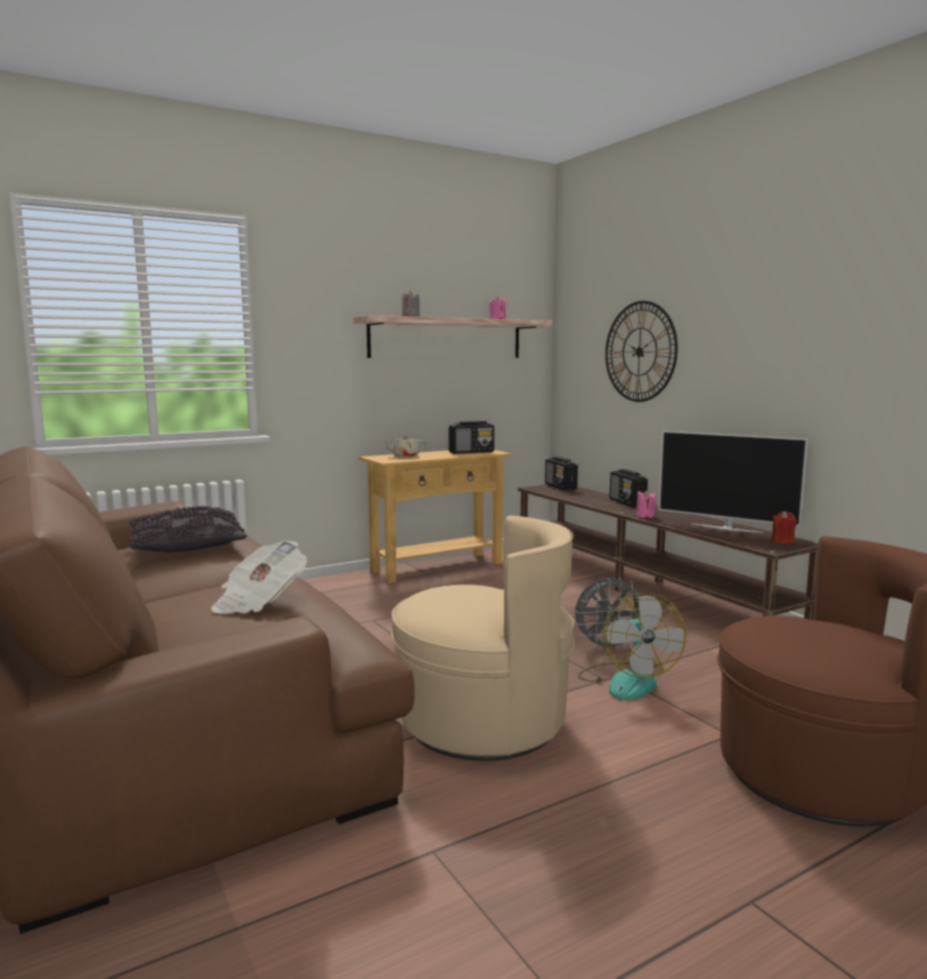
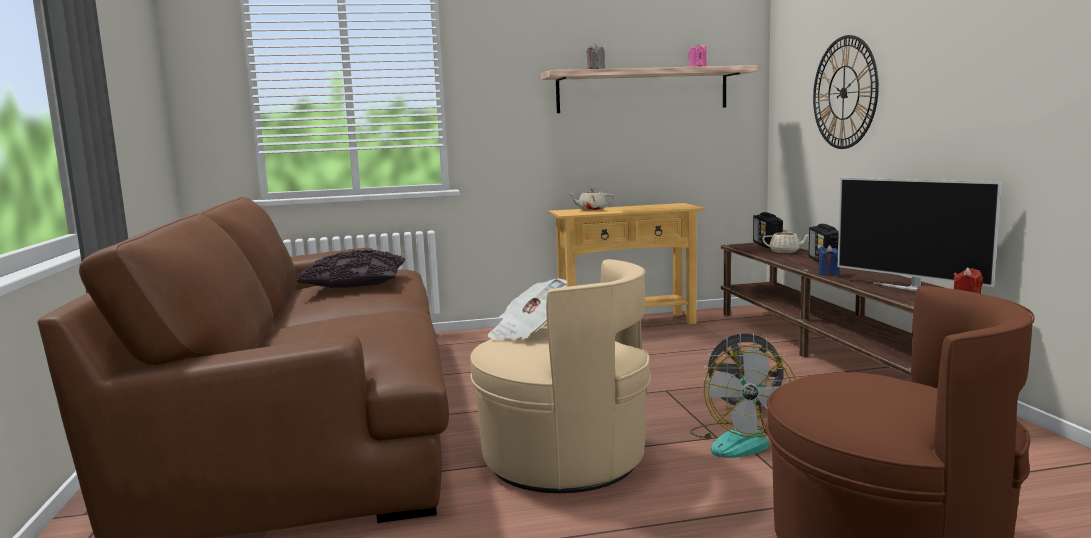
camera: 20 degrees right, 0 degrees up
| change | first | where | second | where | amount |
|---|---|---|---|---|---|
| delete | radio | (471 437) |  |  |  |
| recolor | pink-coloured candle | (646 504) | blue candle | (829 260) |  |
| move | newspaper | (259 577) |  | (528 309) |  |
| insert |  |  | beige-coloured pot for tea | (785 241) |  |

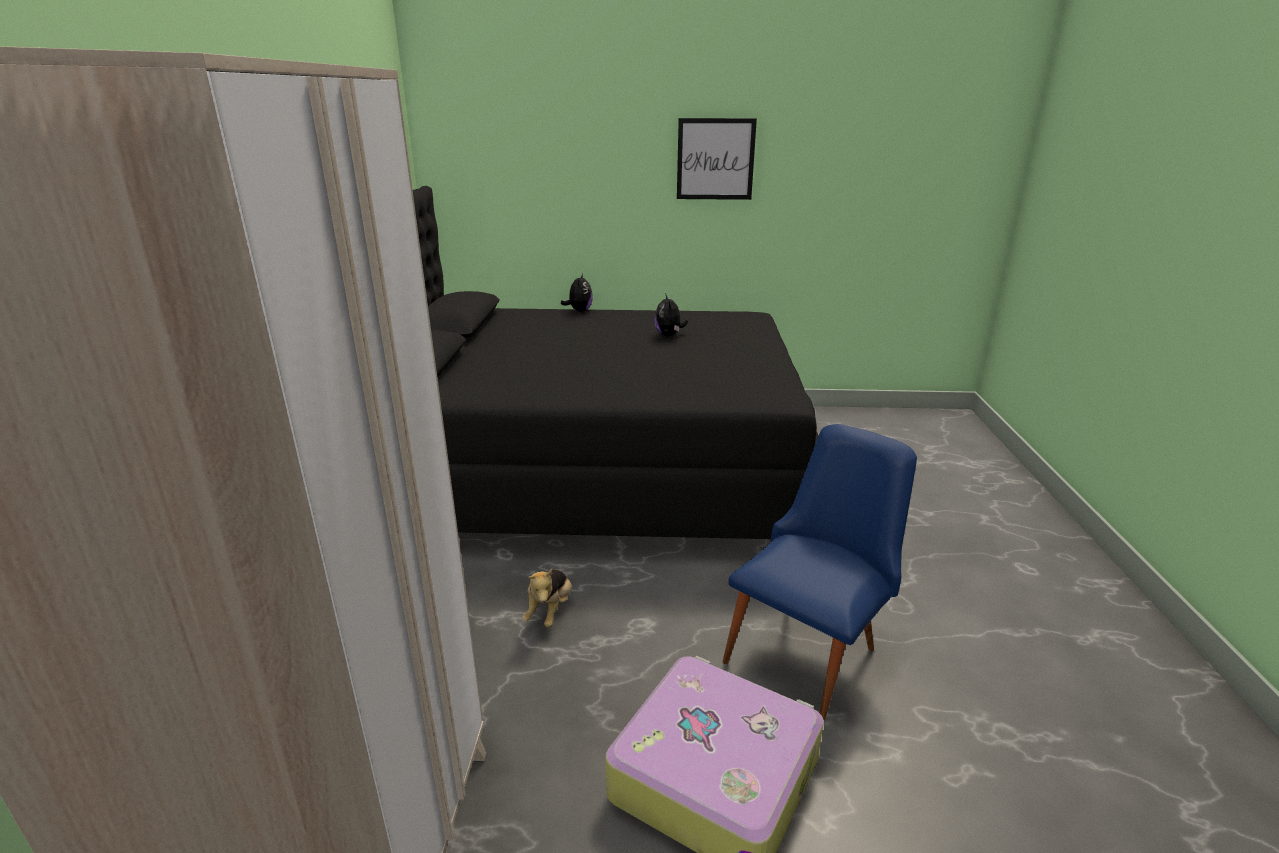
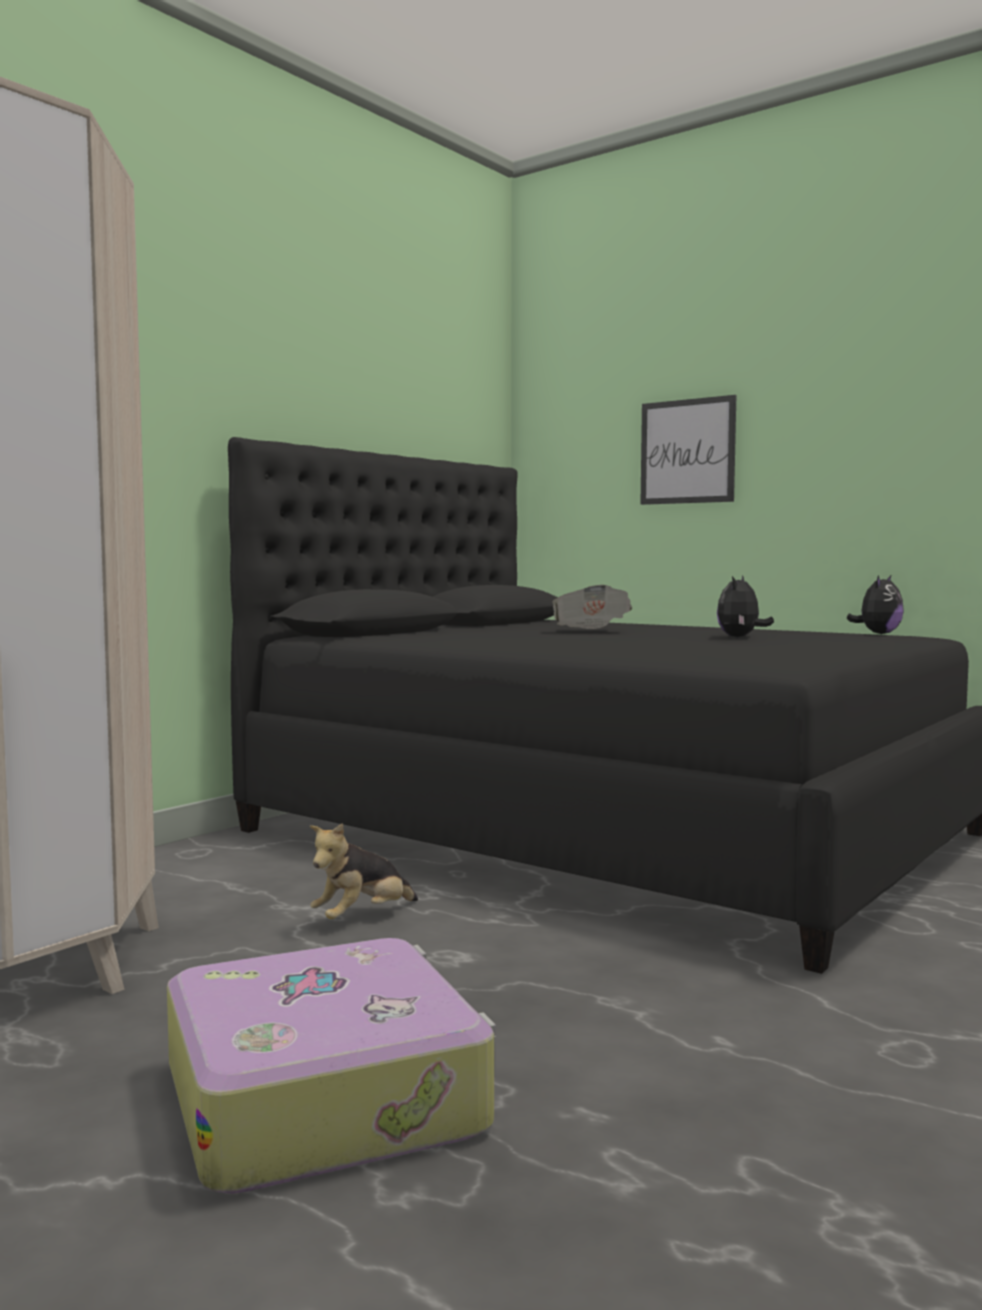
camera: 35 degrees right, 20 degrees down
| change | first | where | second | where | amount |
|---|---|---|---|---|---|
| move | wall art | (717 159) |  | (688 450) |  |
| move | cuddly toy | (577 293) |  | (875 604) |  |
| delete | blue chair | (820 572) |  |  |  |
| insert |  |  | newspaper | (592 607) |  |

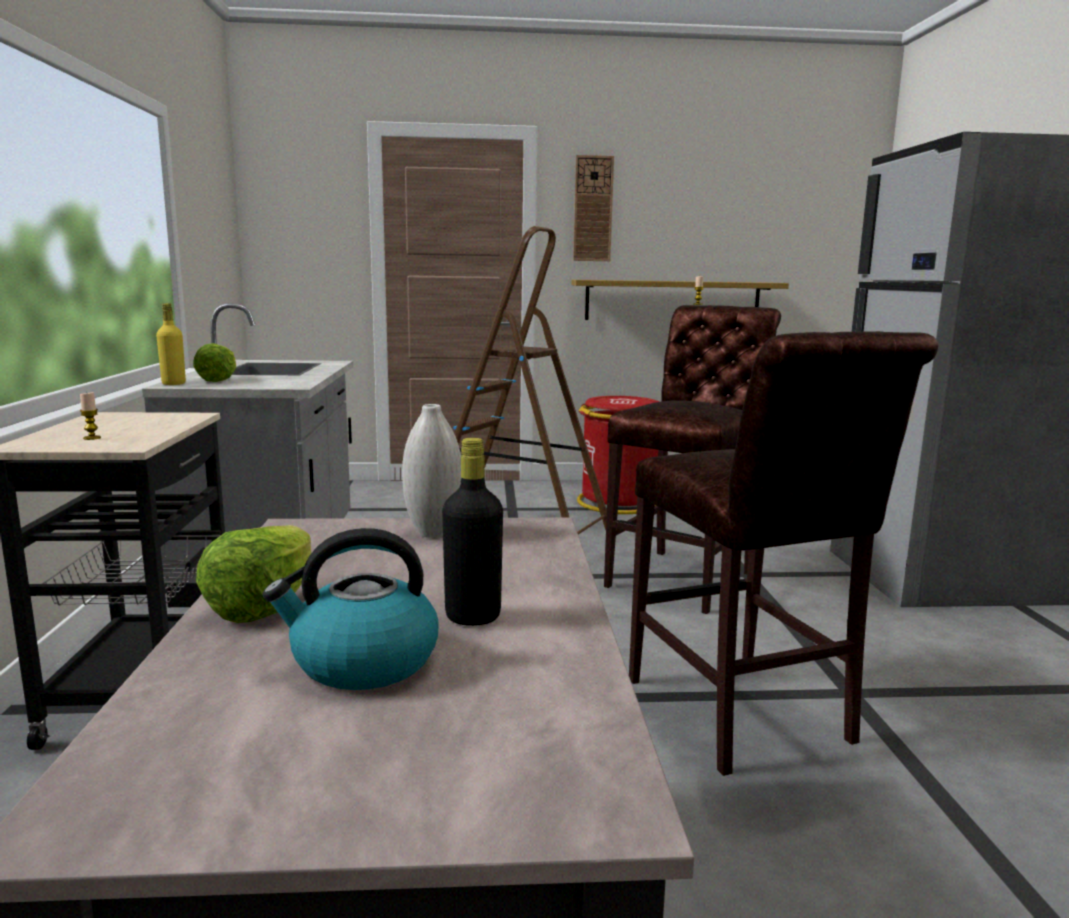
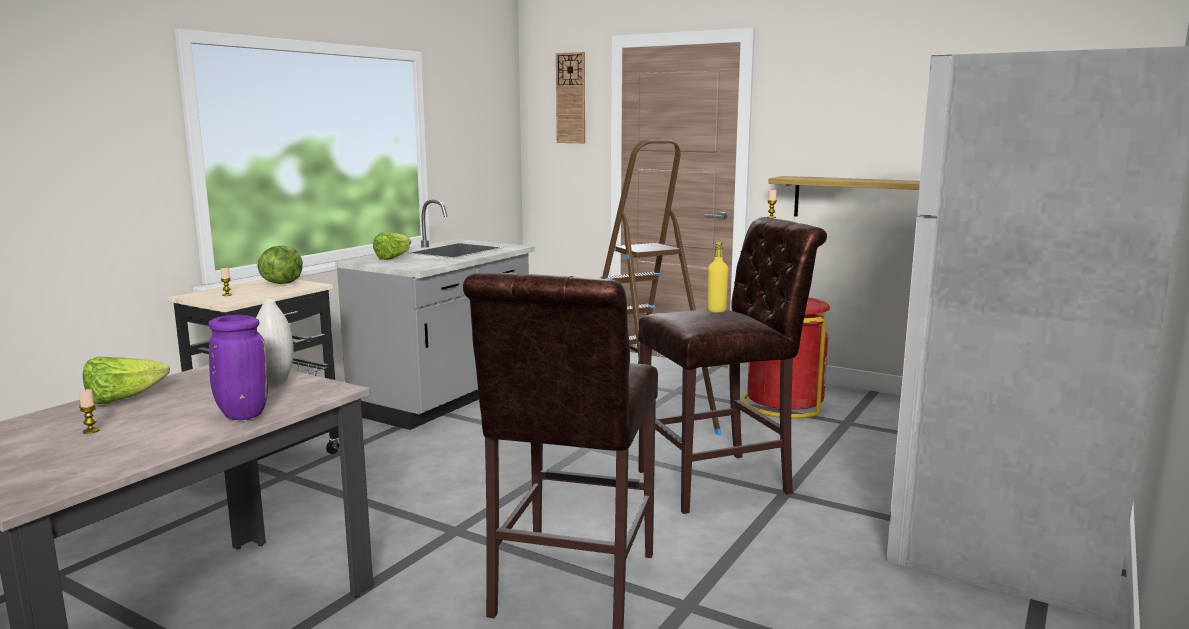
camera: 35 degrees right, 0 degrees up
| change | first | where | second | where | amount |
|---|---|---|---|---|---|
| move | hanging clock | (593 208) |  | (570 97) |  |
| move | yellowish beverage bottle | (171 344) |  | (718 277) |  |
| delete | blackish beverage bottle | (472 532) |  |  |  |
| replace | tea kettle | (351 609) | candle | (89 411) |  |
| insert |  |  | lettuce head | (280 265) |  |
| insert |  |  | purplish flower vase | (238 367) |  |

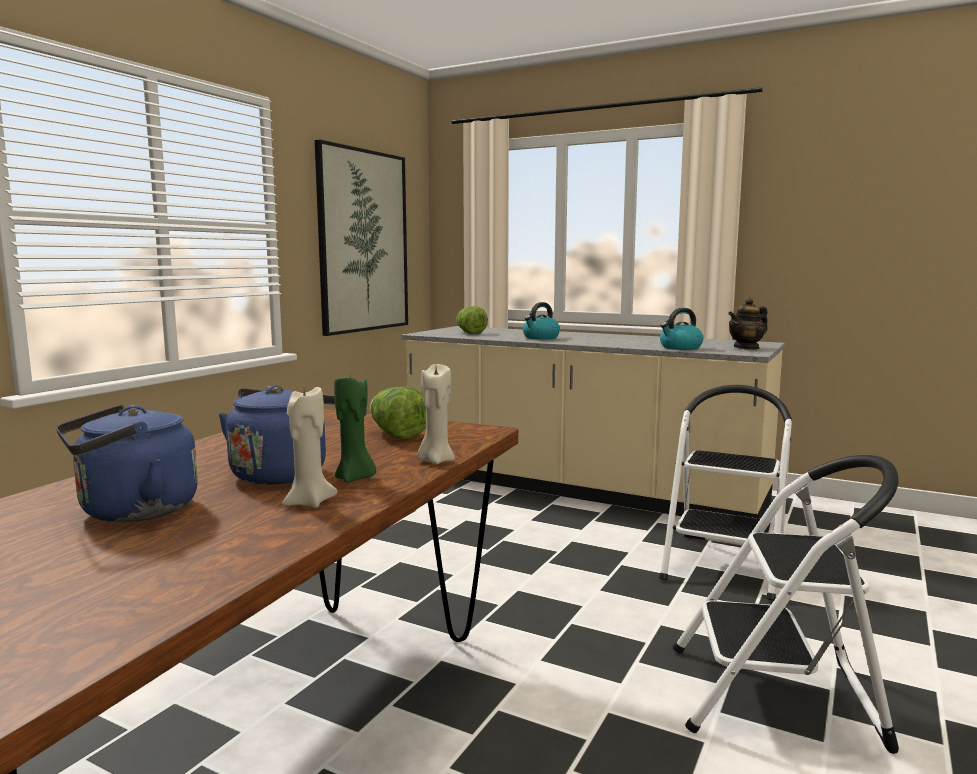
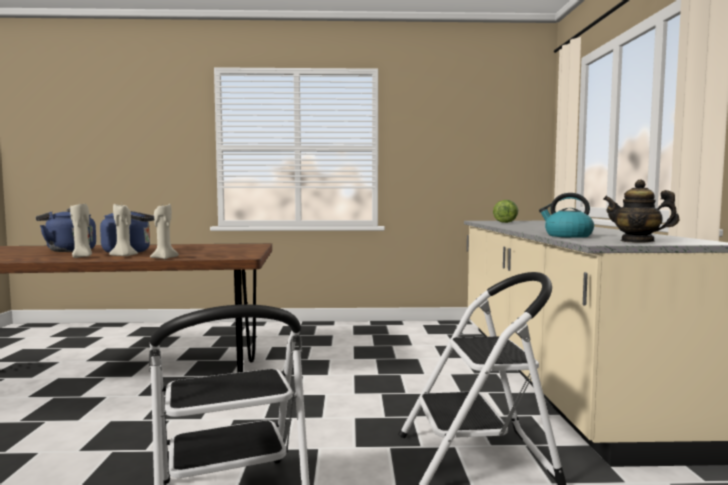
camera: 60 degrees right, 5 degrees down
| change | first | where | second | where | amount |
|---|---|---|---|---|---|
| delete | wall art | (361 237) |  |  |  |
| delete | tea kettle | (541 321) |  |  |  |
| recolor | greenish candle | (355 428) | beige-coloured candle | (123 230) |  |
| delete | lettuce head | (398 413) |  |  |  |

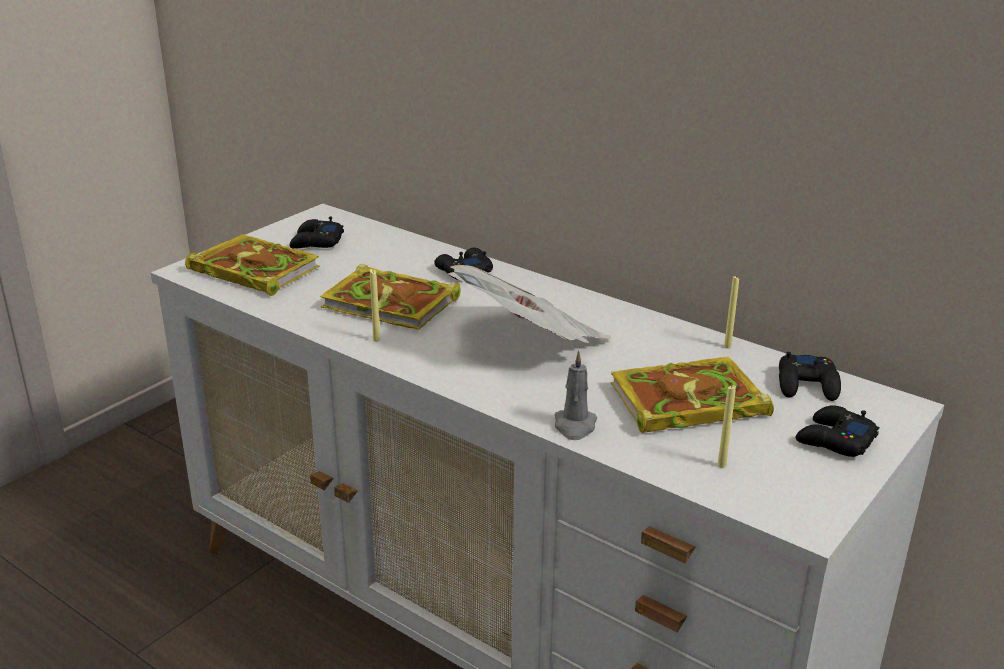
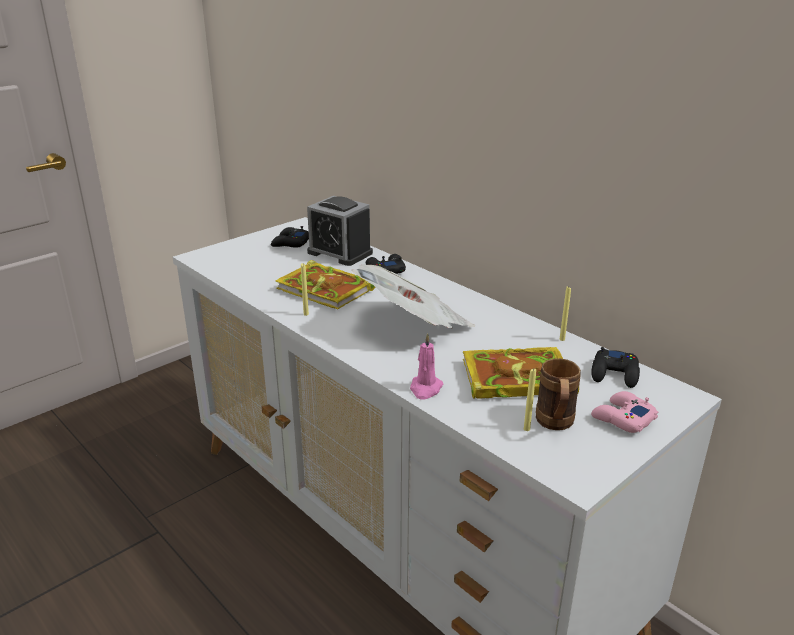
camera: 10 degrees right, 0 degrees up
| change | first | where | second | where | amount |
|---|---|---|---|---|---|
| delete | book | (252 265) |  |  |  |
| recolor | grey candle | (576 395) | pink-coloured candle | (426 366) |  |
| recolor | blackish game controller | (837 431) | pink-coloured game controller | (624 412) |  |
| insert |  |  | alarm clock | (340 231) |  |
| insert |  |  | brown coffee mug | (558 394) |  |

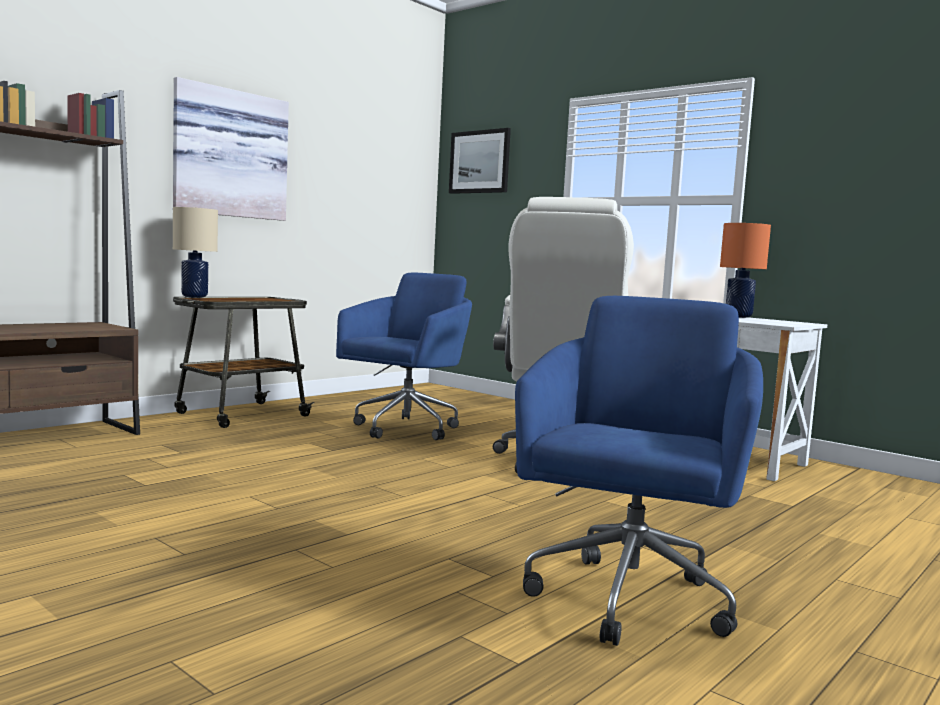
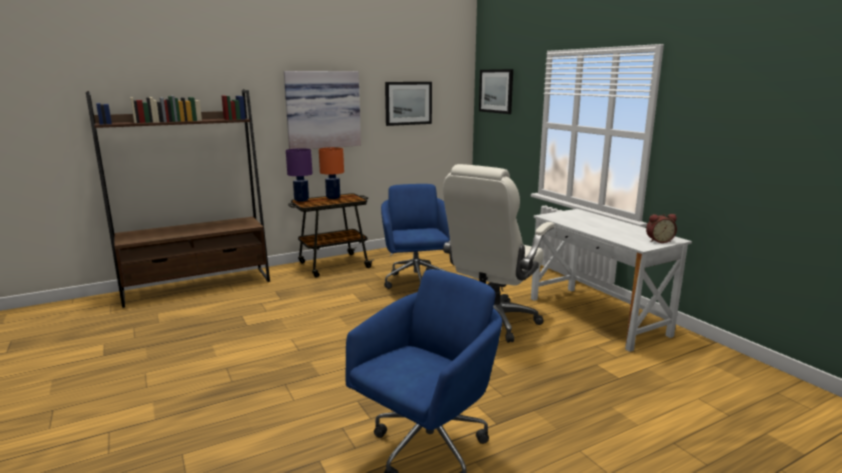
camera: 20 degrees right, 10 degrees up
| change | first | where | second | where | amount |
|---|---|---|---|---|---|
| recolor | beige-coloured tabletop lamp | (195 252) | purplish tabletop lamp | (299 175) |  |
| move | orange tabletop lamp | (745 270) |  | (331 173) |  |
| rotate | blue desk chair | (404 356) |  | (415 236) | 60 degrees counterclockwise |
| insert |  |  | wall art | (408 104) |  |
| insert |  |  | alarm clock | (661 228) |  |

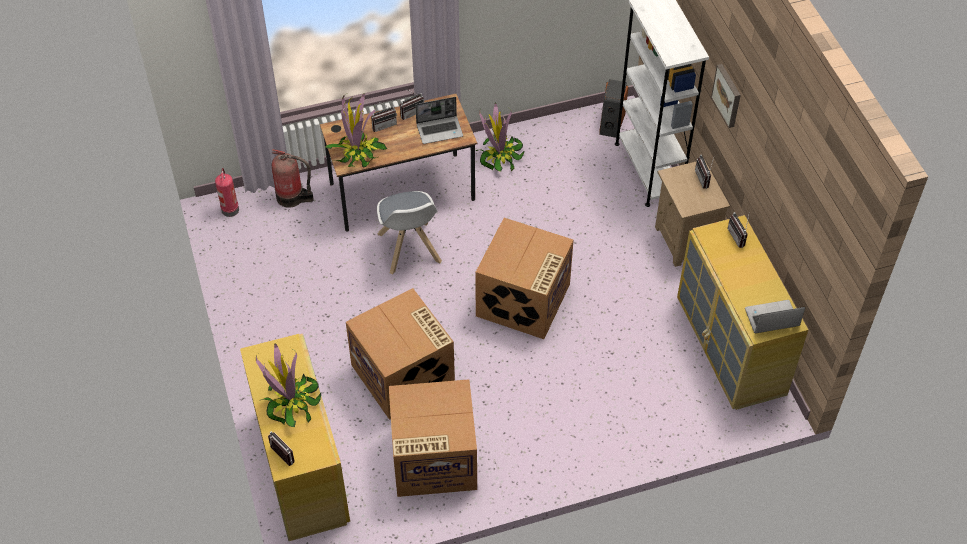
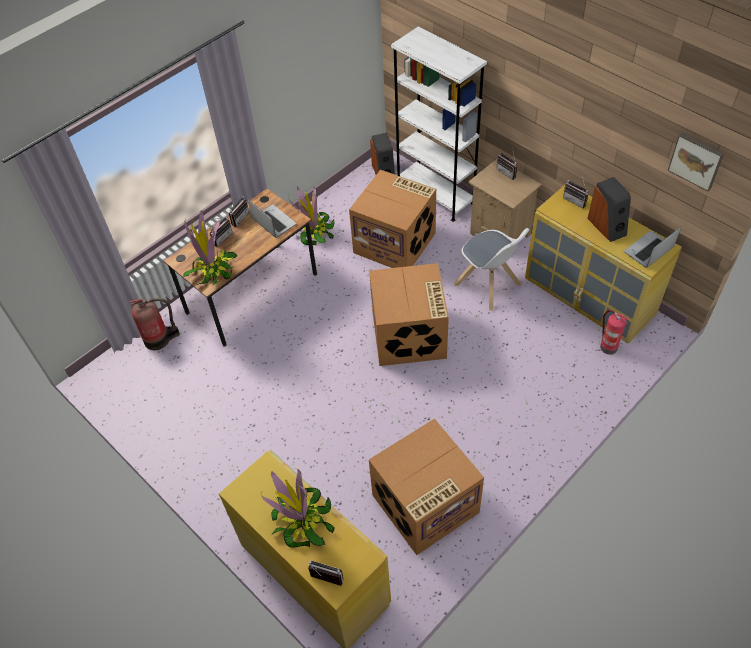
camera: 25 degrees left, 0 degrees up
| change | first | where | second | where | amount |
|---|---|---|---|---|---|
| move | wall art | (726 96) |  | (696 162) |  |
| rotate | notebook computer | (439 120) |  | (272 219) | 90 degrees counterclockwise |
| move | extinguisher | (227 192) |  | (614 332) |  |
| move | chair | (409 233) |  | (491 269) |  |
| move | carton | (400 354) |  | (392 219) |  |
| insert |  |  | audio speaker | (609 209) |  |

